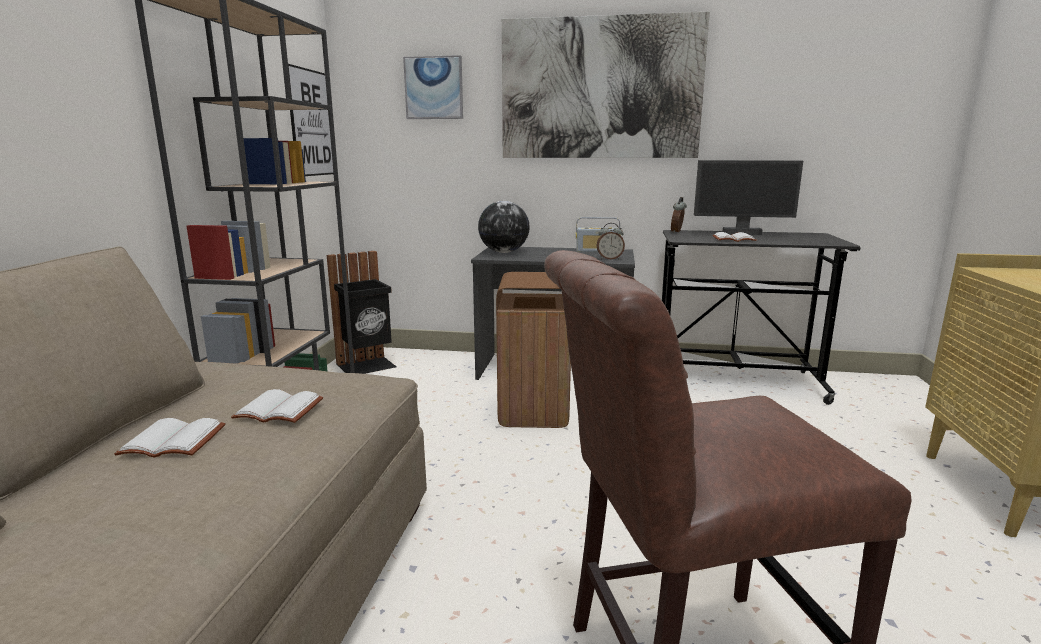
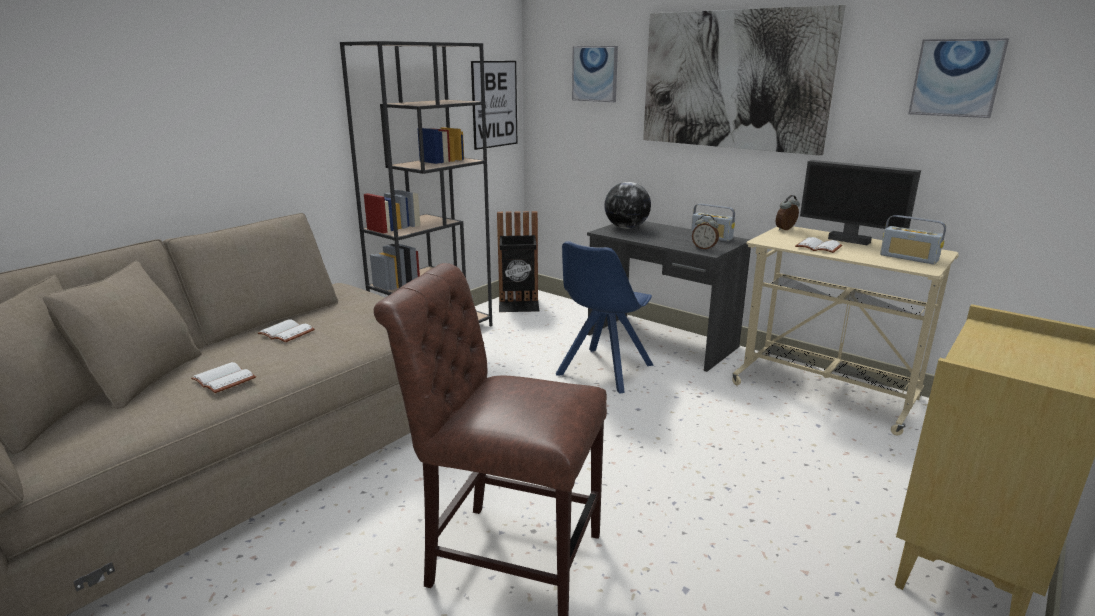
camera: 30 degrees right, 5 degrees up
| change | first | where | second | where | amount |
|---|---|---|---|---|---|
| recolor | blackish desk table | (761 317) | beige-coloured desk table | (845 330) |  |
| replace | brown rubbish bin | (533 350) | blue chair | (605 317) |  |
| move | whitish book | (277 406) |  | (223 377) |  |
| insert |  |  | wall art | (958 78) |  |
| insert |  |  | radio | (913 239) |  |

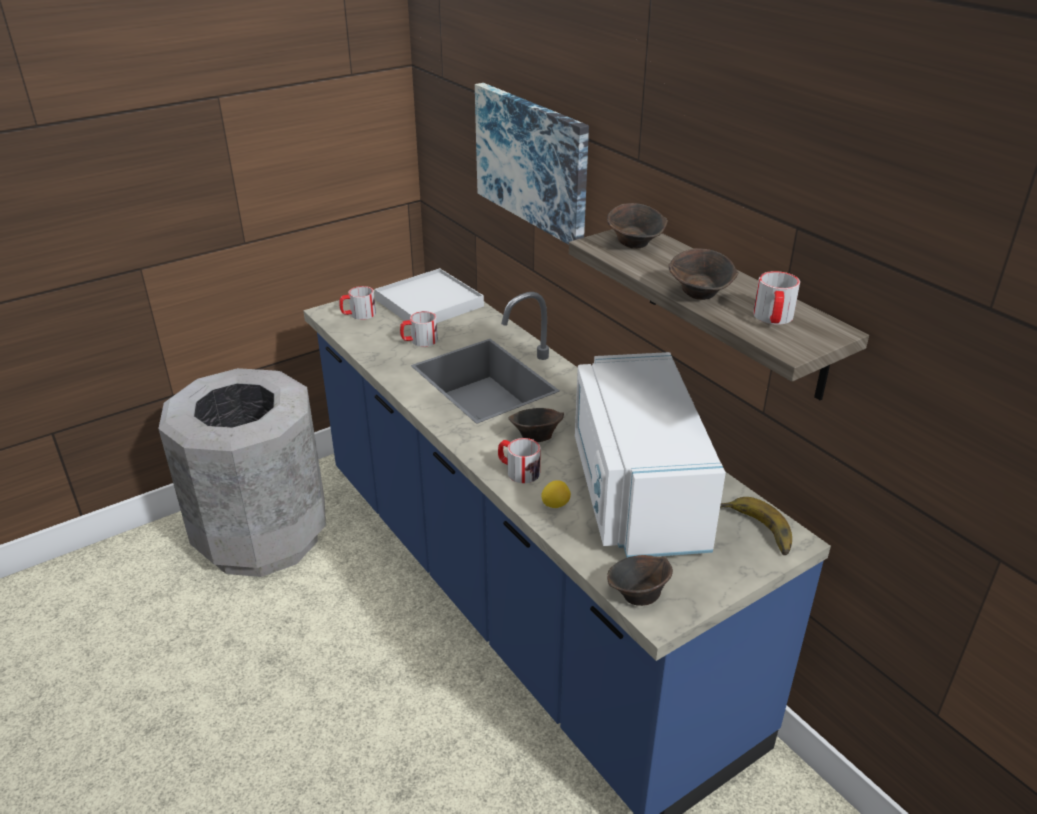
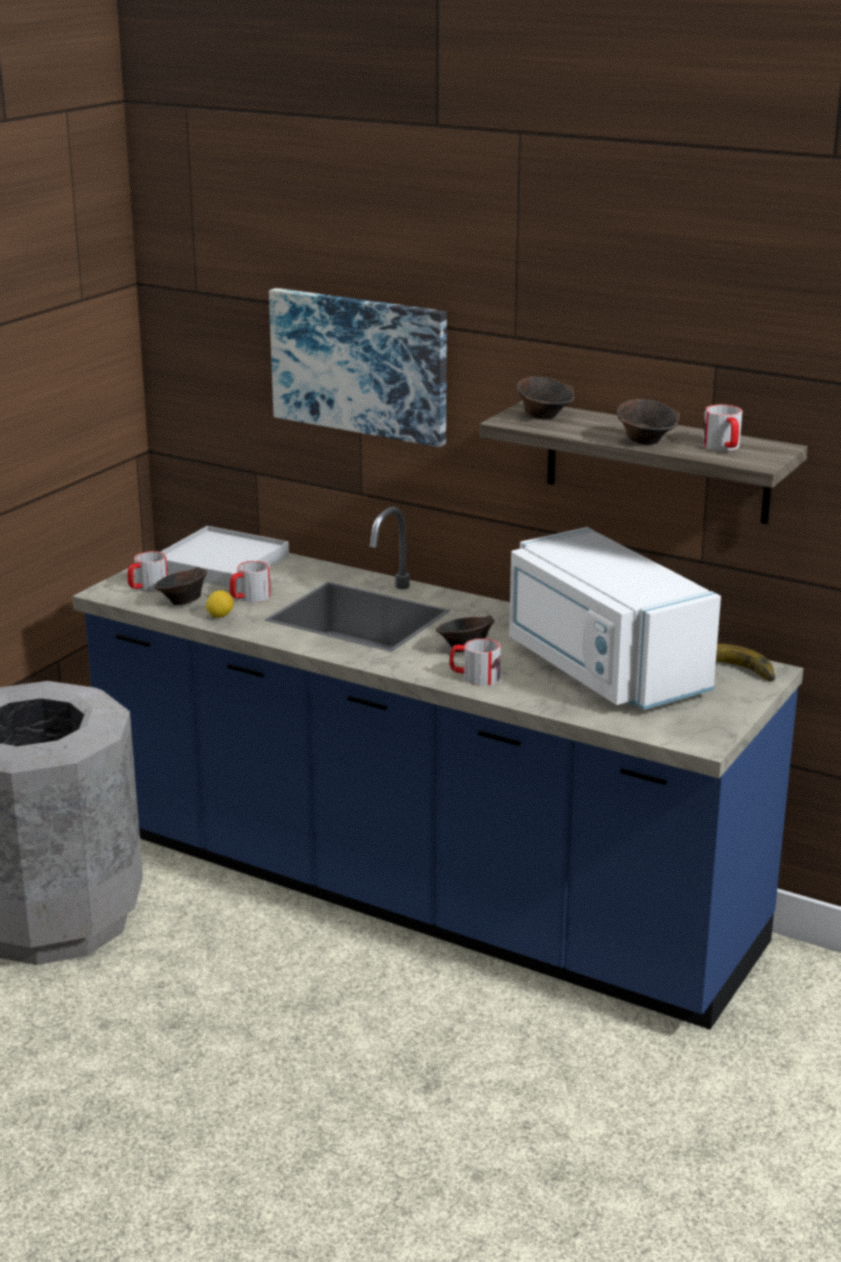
camera: 25 degrees left, 10 degrees down
| change | first | where | second | where | amount |
|---|---|---|---|---|---|
| move | citrus fruit | (556 494) |  | (220 604) |  |
| move | brown serving bowl | (640 580) |  | (180 586) |  |

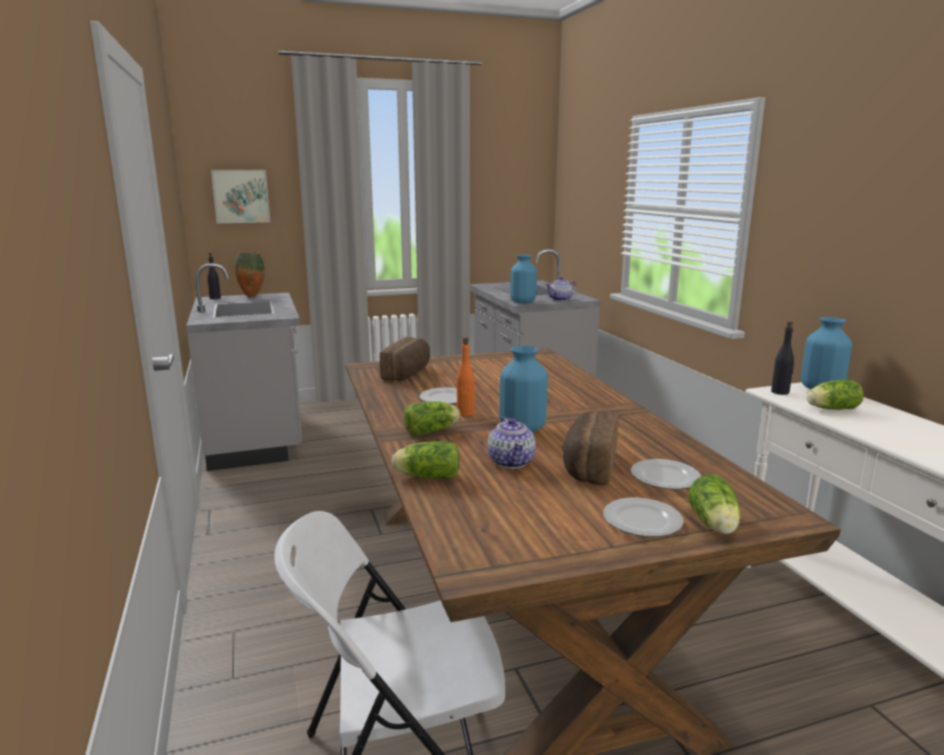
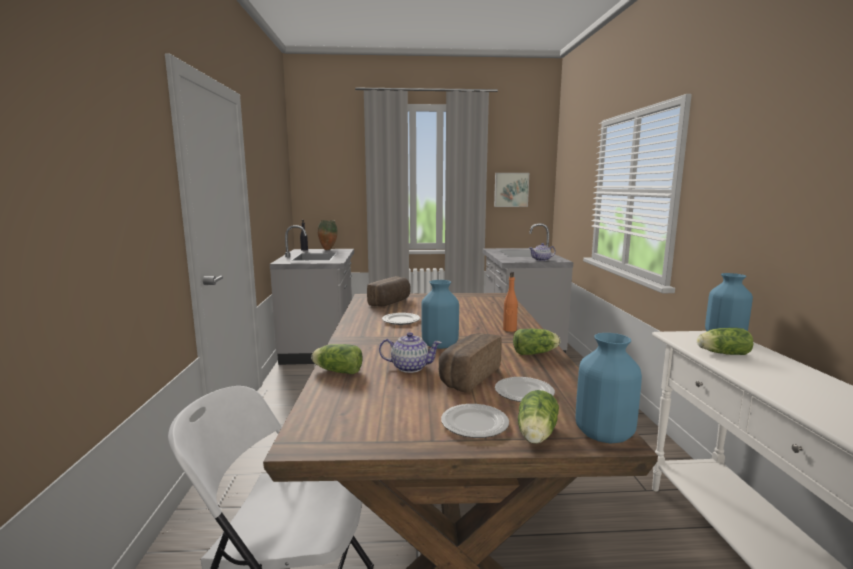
camera: 15 degrees right, 5 degrees down
| change | first | where | second | where | amount |
|---|---|---|---|---|---|
| move | wall art | (240 196) |  | (511 190) |  |
| move | blue flower vase | (523 279) |  | (608 388) |  |
| delete | blackish beverage bottle | (782 358) |  |  |  |
| move | orange beverage bottle | (466 376) |  | (510 302) |  |
| move | lettuce head | (432 418) |  | (536 342) |  |
| rotate | pot for tea | (512 443) |  | (410 352) | 90 degrees counterclockwise |

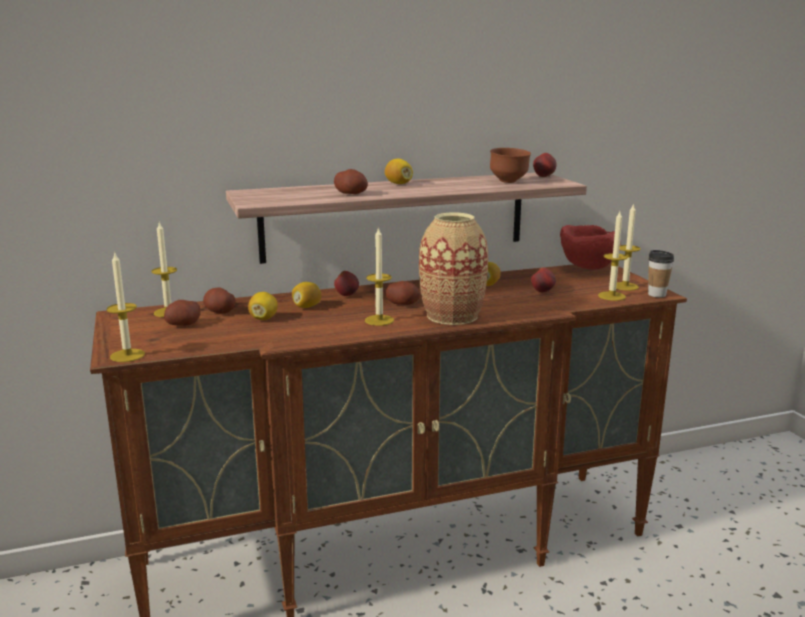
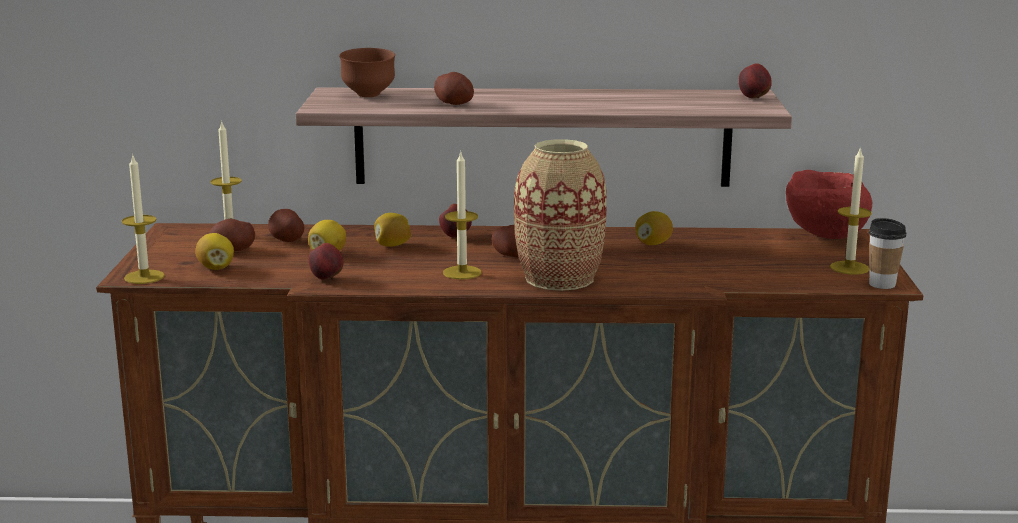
camera: 20 degrees right, 0 degrees up
| change | first | where | second | where | amount |
|---|---|---|---|---|---|
| move | brown serving bowl | (510 165) |  | (367 72) |  |
| move | citrus fruit | (399 171) |  | (214 251) |  |
| delete | candle | (613 256) |  |  |  |
| move | apple | (543 279) |  | (326 261) |  |

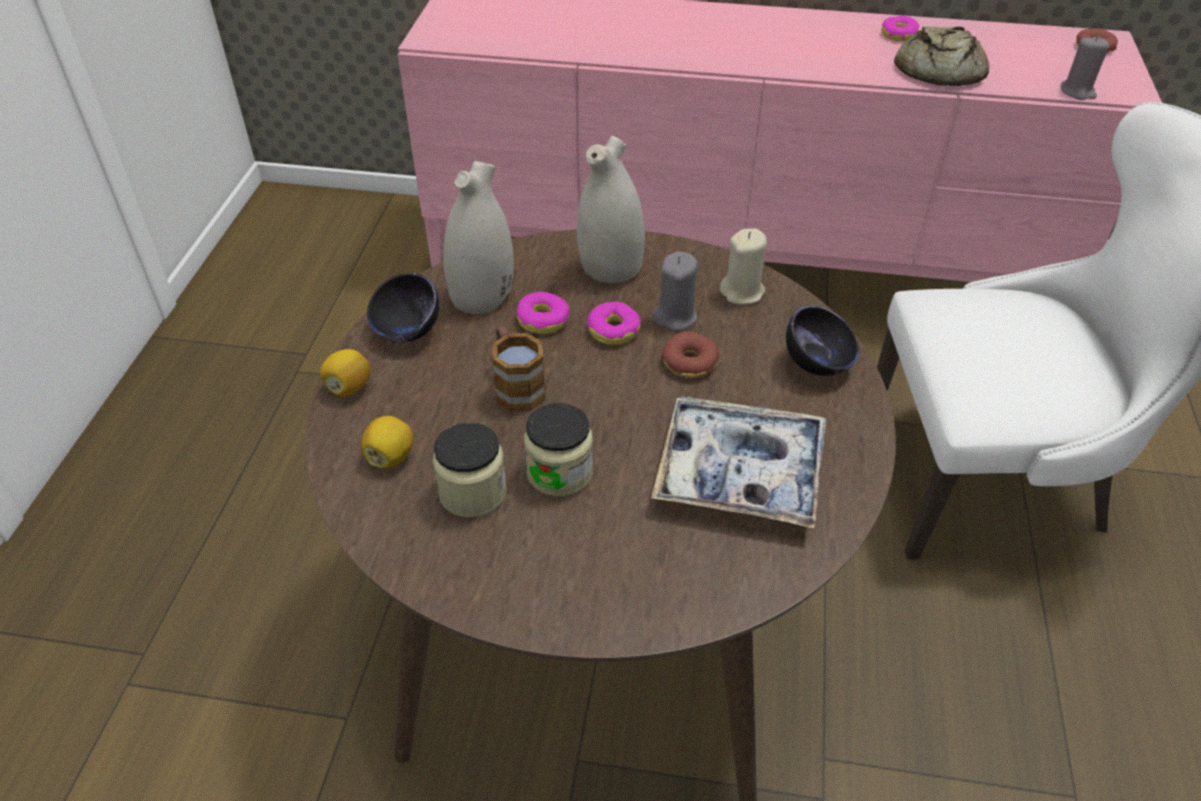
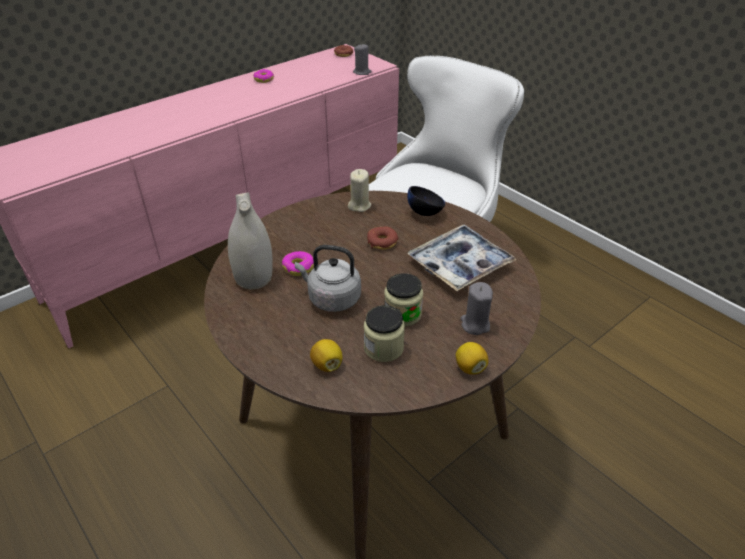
camera: 50 degrees left, 5 degrees down
| change | first | where | second | where | amount |
|---|---|---|---|---|---|
| delete | bakery bread | (941 56) |  |  |  |
| delete | whitish flower vase | (611 209) |  |  |  |
| move | grey candle | (675 291) |  | (477 308) |  |
| delete | blackish serving bowl | (403 307) |  |  |  |
| delete | donut | (614 323) |  |  |  |
| replace | coffee mug | (519 369) | grey tea kettle | (328 278) |  |
| move | citrus fruit | (345 373) |  | (472 358) |  |

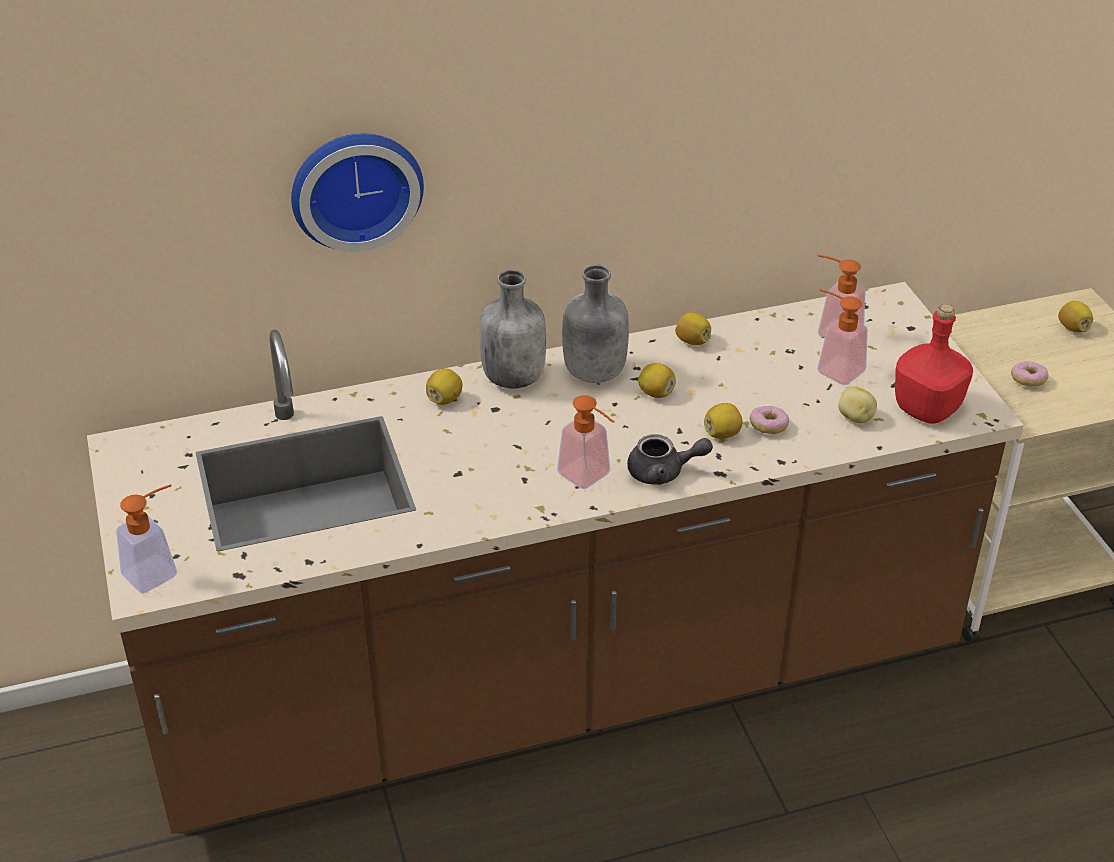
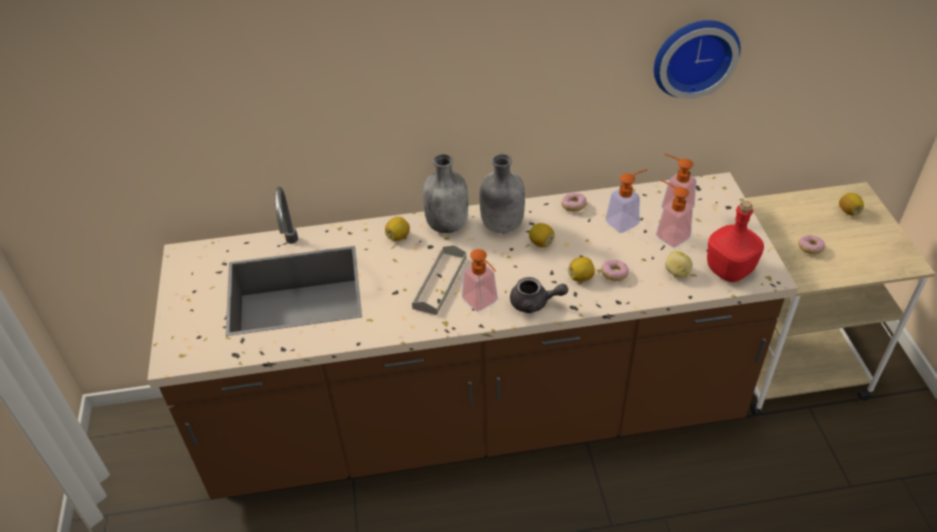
camera: 10 degrees right, 5 degrees up
| change | first | where | second | where | amount |
|---|---|---|---|---|---|
| move | hanging clock | (357 193) |  | (697 59) |  |
| replace | citrus fruit | (693 329) | donut | (573 202) |  |
| move | soap bottle | (146 538) |  | (626 201) |  |
| insert |  |  | grey tray | (439 280) |  |

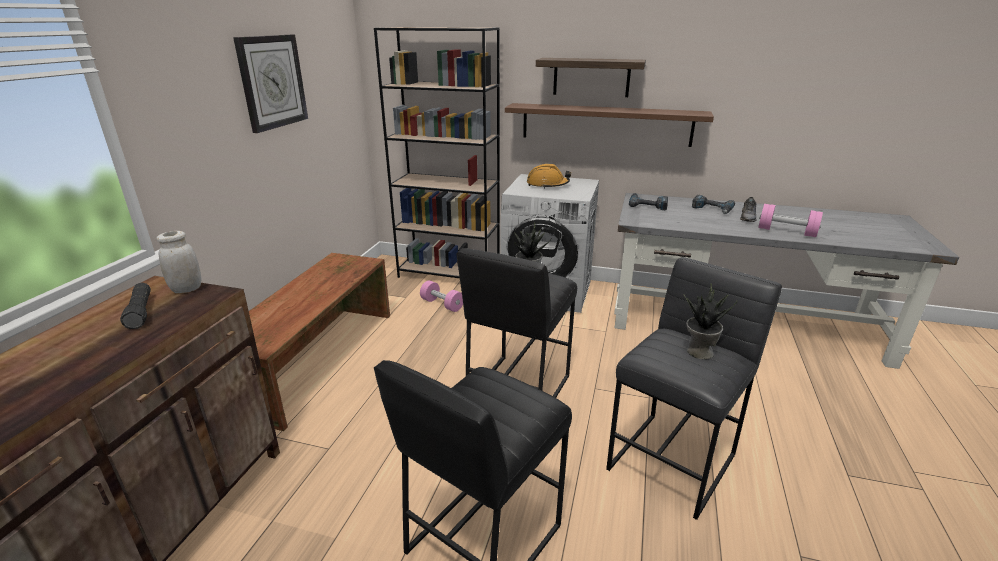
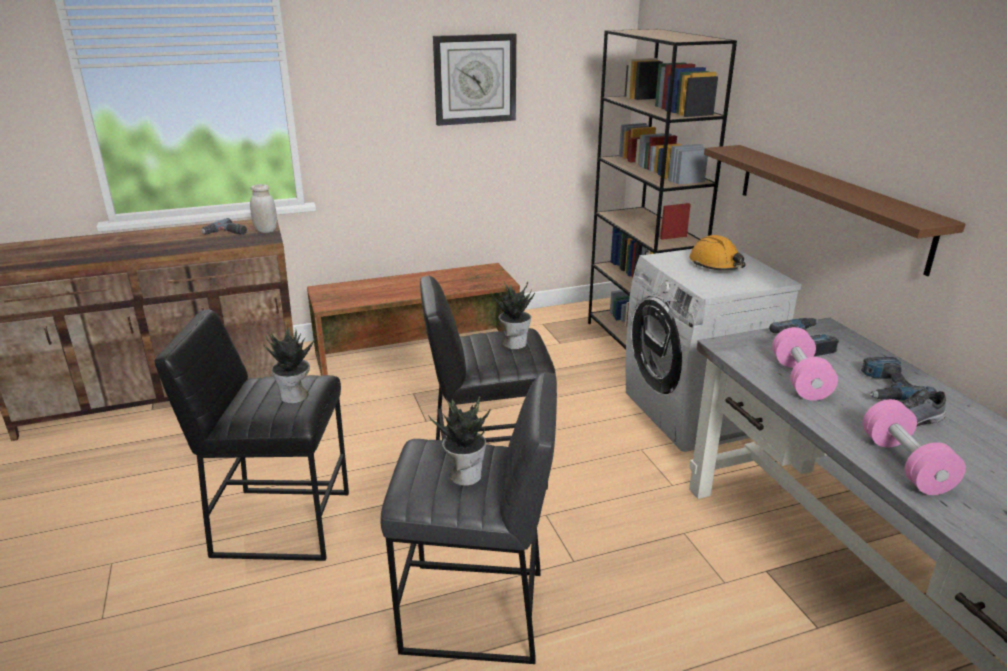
camera: 55 degrees right, 0 degrees up
| change | first | where | second | where | amount |
|---|---|---|---|---|---|
| delete | wall shelf | (591 77) |  |  |  |
| move | pink-coloured free weight | (441 296) |  | (805 364) |  |
| replace | blackish torch | (135 306) | electric drill | (224 226) |  |
| insert |  |  | potted plant | (289 363) |  |

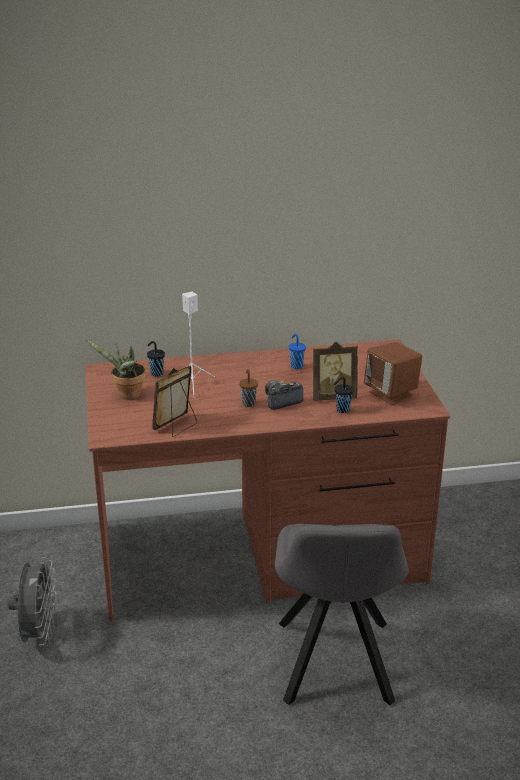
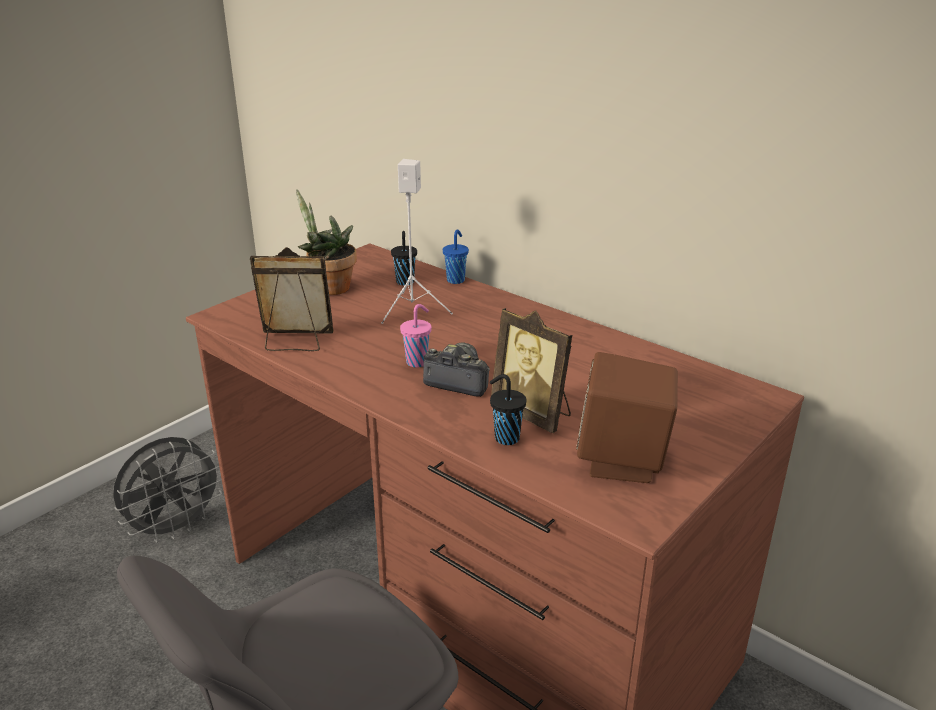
camera: 50 degrees right, 0 degrees up
| change | first | where | second | where | amount |
|---|---|---|---|---|---|
| move | blue small cup | (297 351) |  | (456 256) |  |
| recolor | brown small cup | (248 388) | pink-coloured small cup | (416 336) |  |

